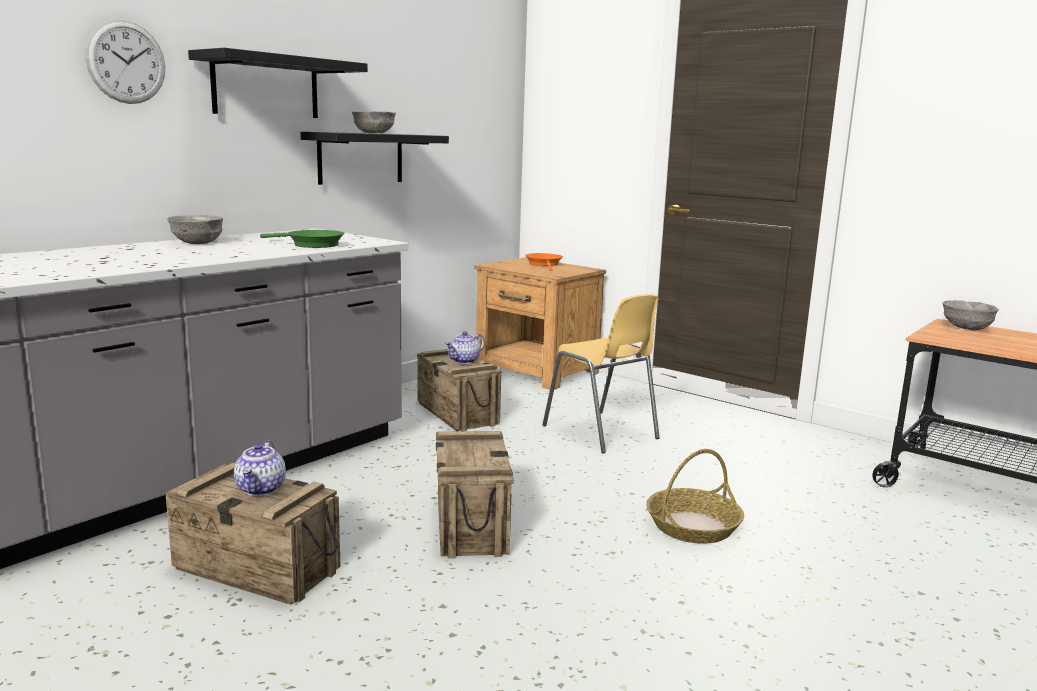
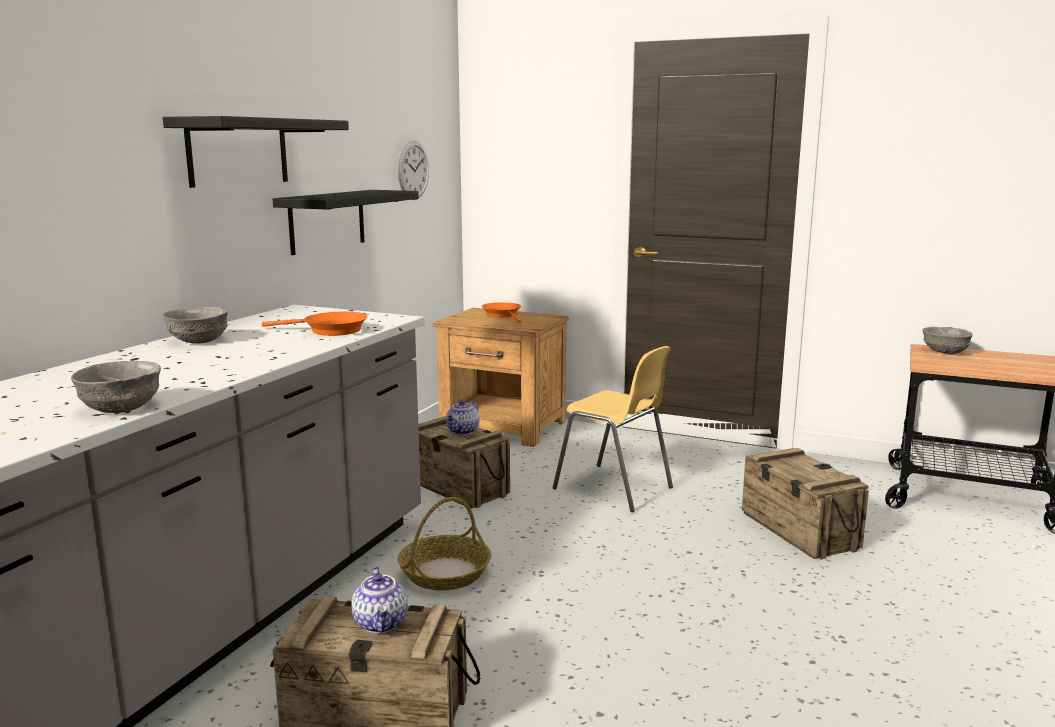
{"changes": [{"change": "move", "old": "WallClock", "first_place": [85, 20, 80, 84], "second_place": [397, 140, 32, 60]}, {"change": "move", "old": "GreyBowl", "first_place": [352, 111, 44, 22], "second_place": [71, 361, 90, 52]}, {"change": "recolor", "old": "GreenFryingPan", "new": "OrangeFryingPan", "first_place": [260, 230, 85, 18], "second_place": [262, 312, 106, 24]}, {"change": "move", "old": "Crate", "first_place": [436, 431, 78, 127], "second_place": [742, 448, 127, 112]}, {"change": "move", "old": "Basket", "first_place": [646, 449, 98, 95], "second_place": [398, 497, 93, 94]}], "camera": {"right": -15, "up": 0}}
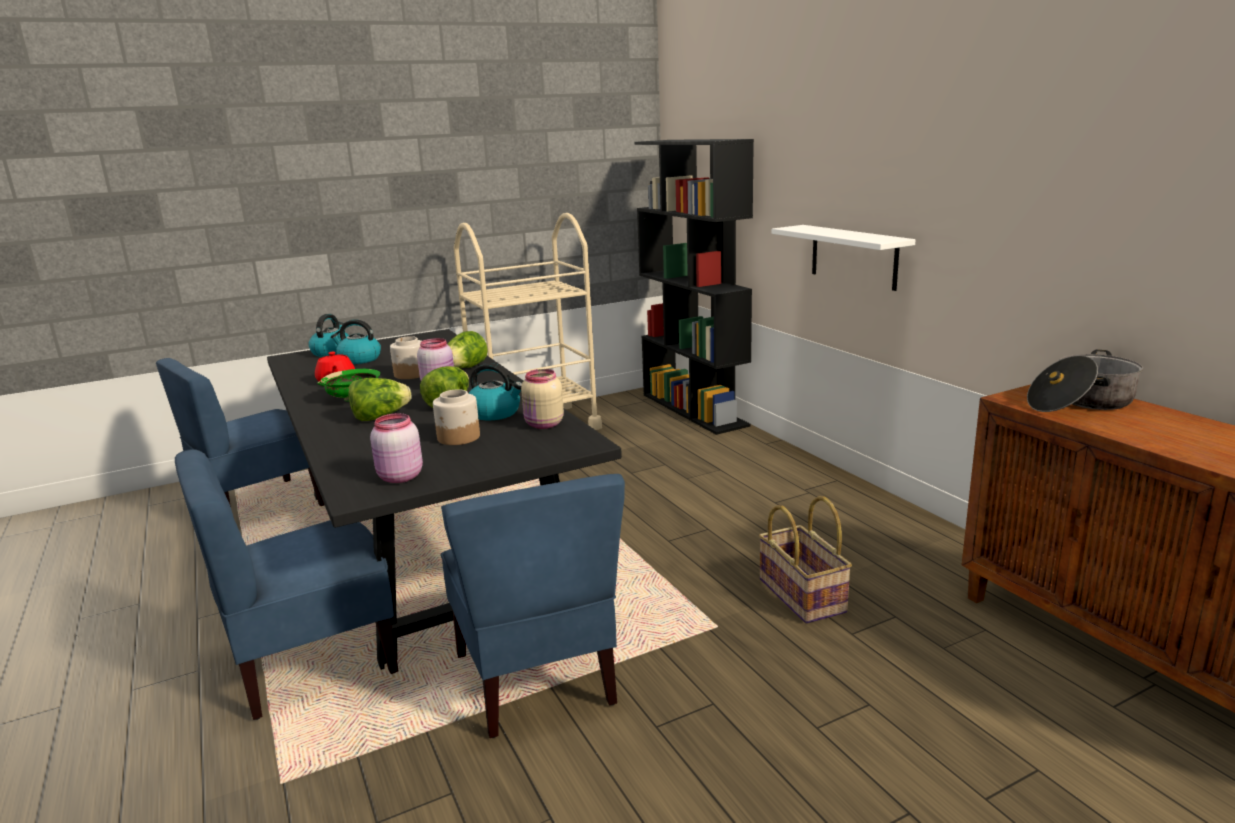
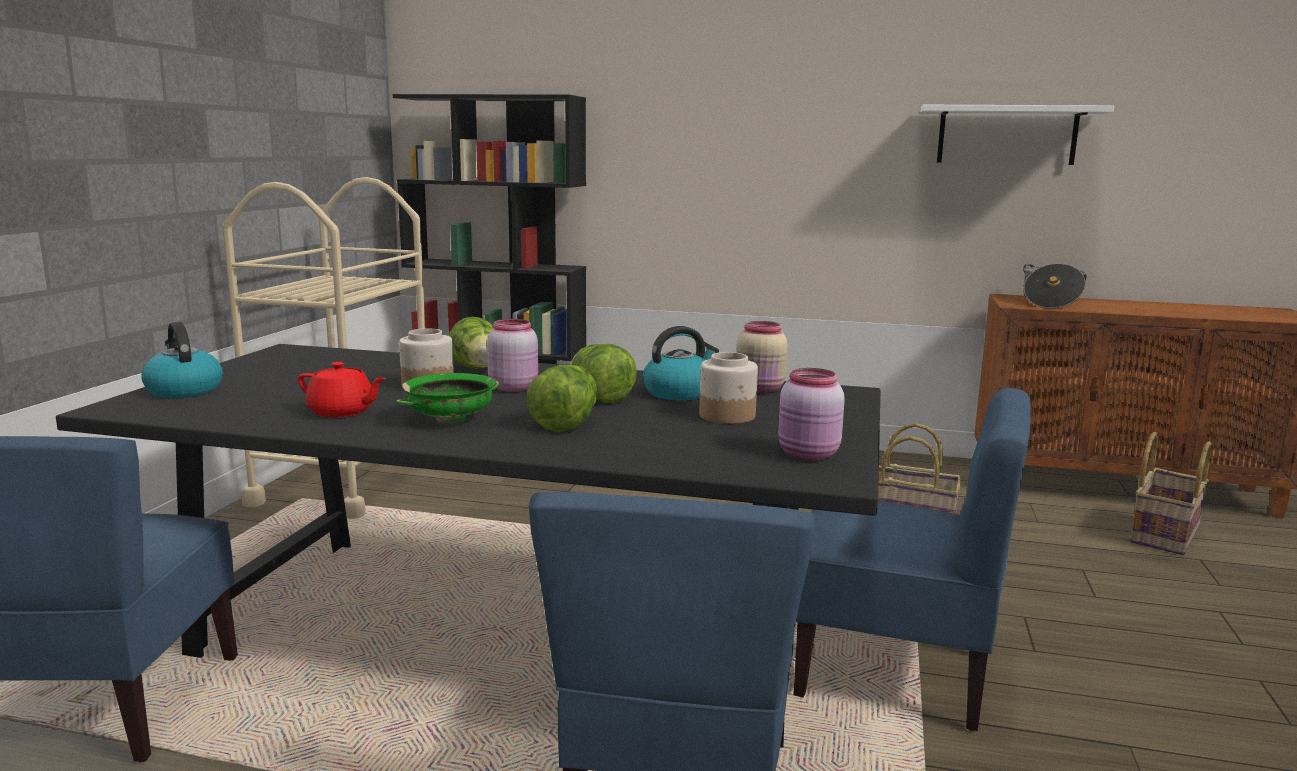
{"changes": [{"change": "move", "old": "WhiteShelf", "first_place": [772, 225, 143, 66], "second_place": [920, 105, 194, 60]}, {"change": "delete", "old": "Kettle", "first_place": [331, 319, 50, 45]}, {"change": "insert", "new": "Basket", "second_place": [1130, 432, 81, 123]}], "camera": {"right": -50, "up": -5}}
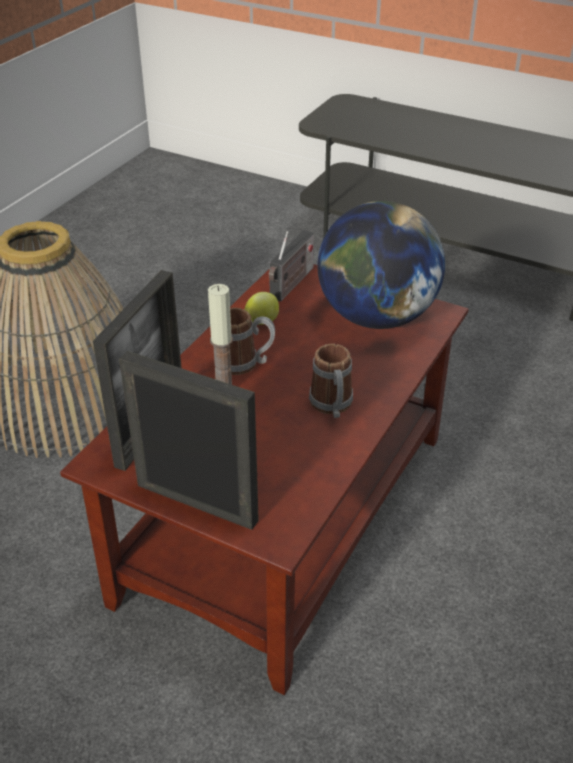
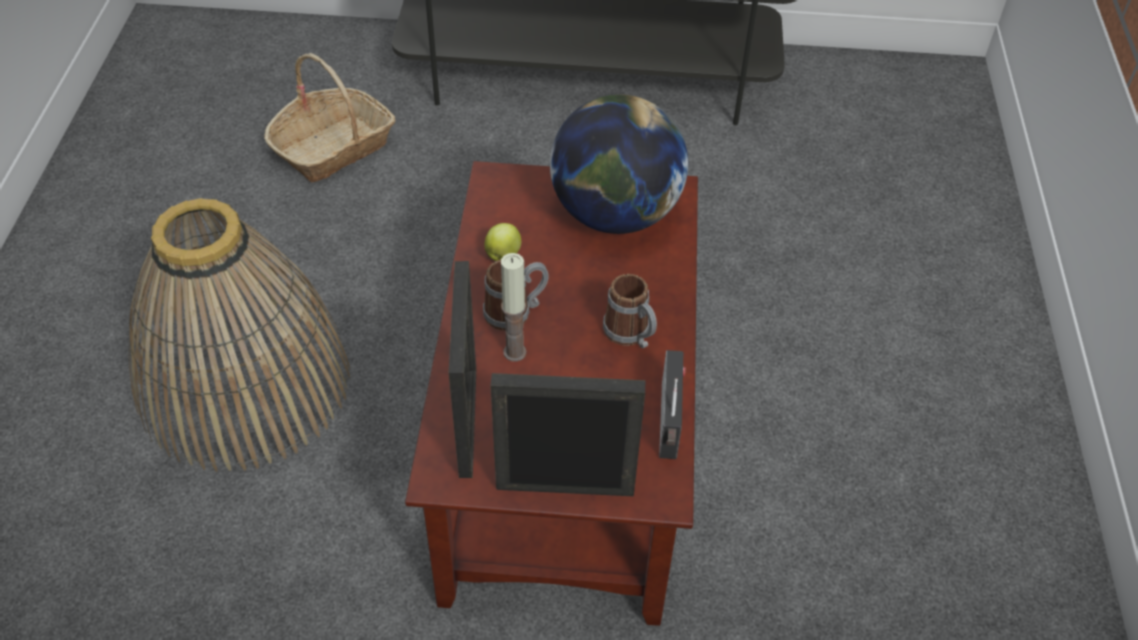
{"changes": [{"change": "move", "old": "Radio", "first_place": [269, 230, 45, 71], "second_place": [659, 350, 26, 109]}, {"change": "insert", "new": "Basket", "second_place": [264, 53, 132, 129]}], "camera": {"right": -25, "up": 10}}
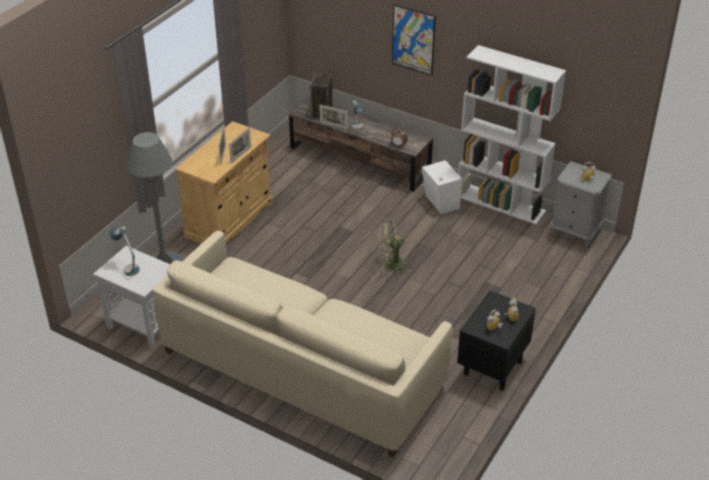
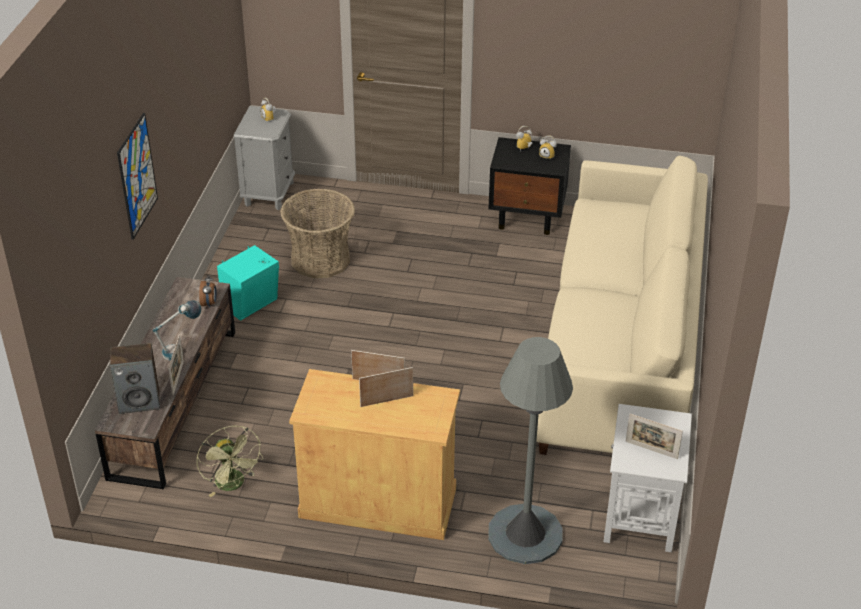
{"changes": [{"change": "delete", "old": "WhiteBookcase", "first_place": [458, 45, 108, 180]}, {"change": "recolor", "old": "WhiteSpeaker", "new": "TurquoiseSpeaker", "first_place": [422, 160, 40, 54], "second_place": [217, 245, 62, 76]}, {"change": "move", "old": "GreenFan", "first_place": [377, 220, 34, 55], "second_place": [197, 426, 66, 71]}, {"change": "replace", "old": "TableLamp", "new": "PictureFrame", "first_place": [109, 226, 31, 50], "second_place": [626, 413, 57, 46]}, {"change": "insert", "new": "Basket", "second_place": [280, 189, 75, 89]}], "camera": {"right": -110, "up": 0}}
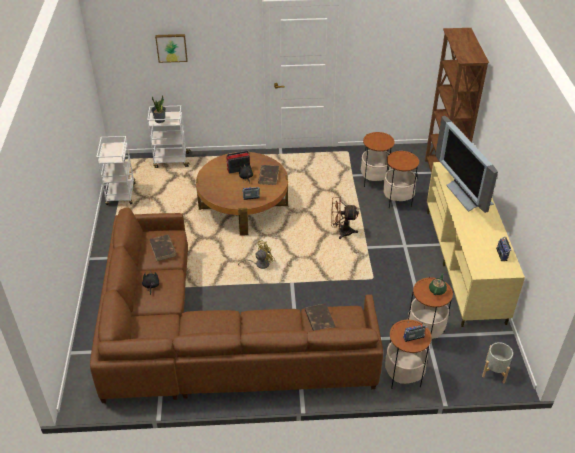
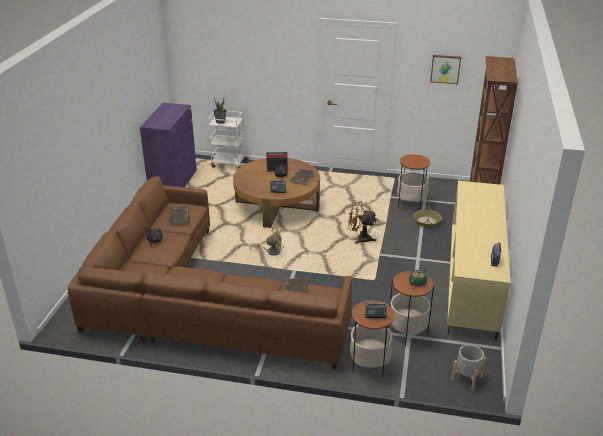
{"changes": [{"change": "move", "old": "Picture", "first_place": [155, 34, 33, 29], "second_place": [430, 55, 31, 29]}, {"change": "delete", "old": "Television", "first_place": [435, 116, 63, 97]}, {"change": "replace", "old": "WhiteCart", "new": "PurpleCabinet", "first_place": [96, 136, 40, 69], "second_place": [140, 103, 57, 84]}, {"change": "replace", "old": "SideTable", "new": "Basket", "first_place": [383, 151, 36, 57], "second_place": [414, 200, 28, 27]}], "camera": {"right": 15, "up": -10}}
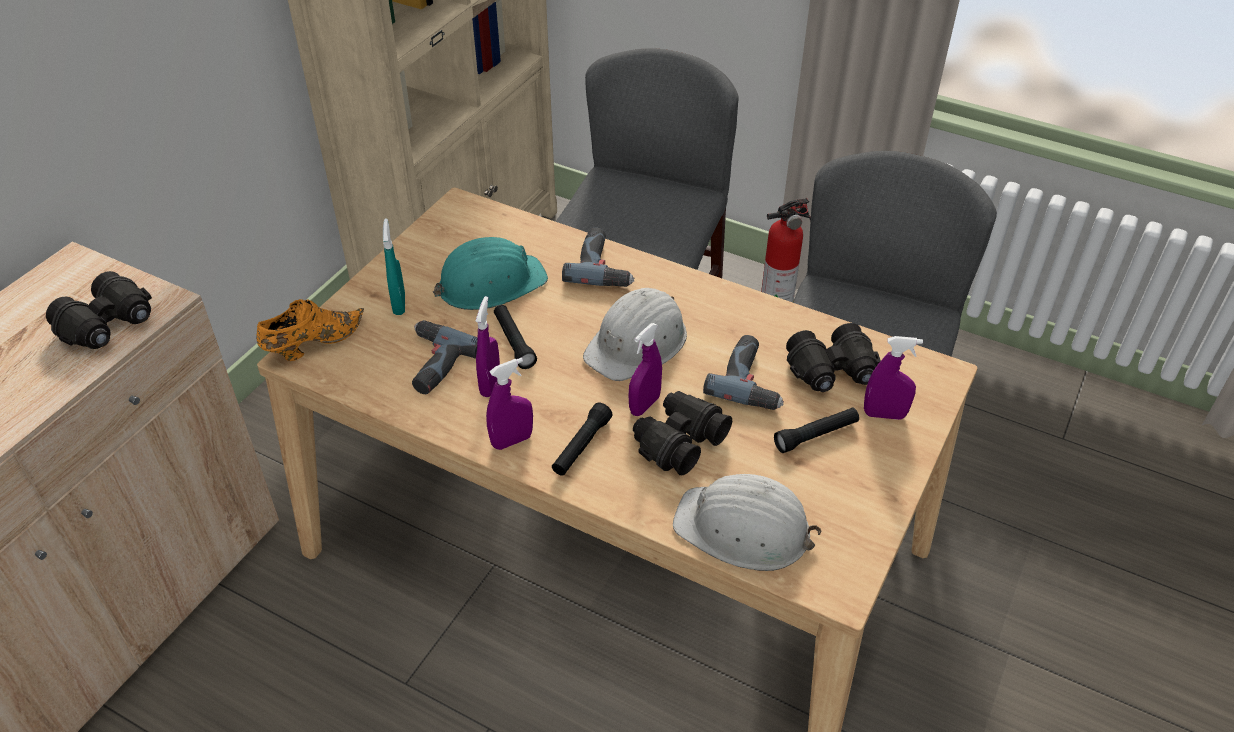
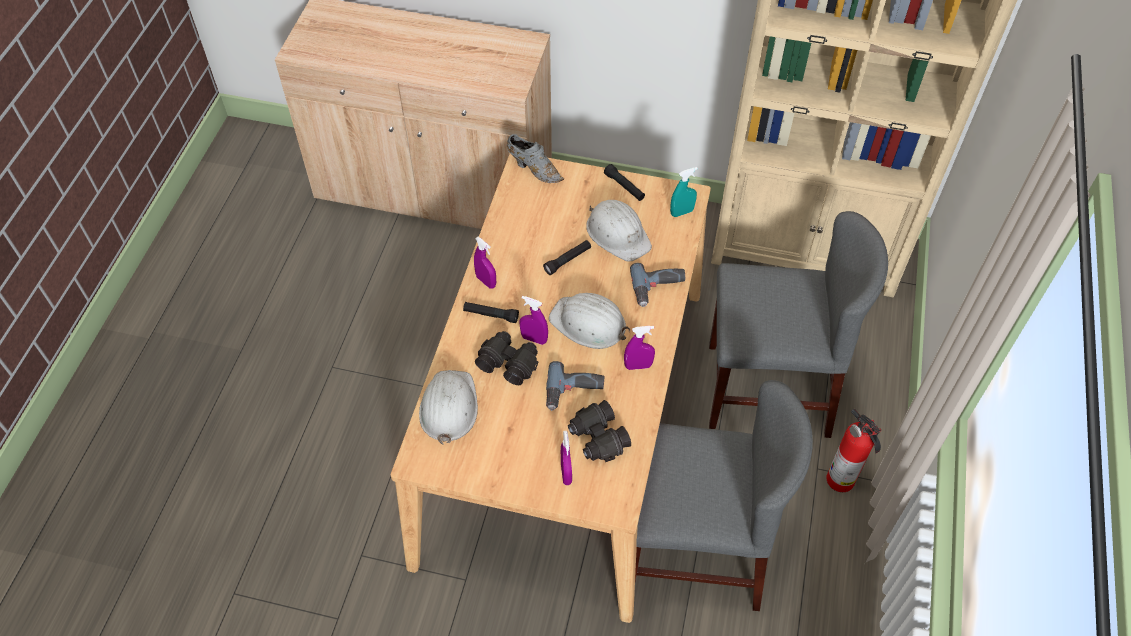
{"changes": [{"change": "move", "old": "TurquoiseSprayBottle", "first_place": [383, 218, 22, 97], "second_place": [670, 167, 28, 50]}, {"change": "recolor", "old": "TurquoiseHardHat", "new": "WhiteHardHat", "first_place": [433, 237, 115, 73], "second_place": [586, 200, 66, 61]}, {"change": "delete", "old": "BlackBinoculars", "first_place": [46, 271, 106, 78]}, {"change": "move", "old": "PurpleSprayBottle", "first_place": [476, 296, 24, 101], "second_place": [624, 326, 31, 44]}, {"change": "recolor", "old": "OrangeShoe", "new": "GreyShoe", "first_place": [256, 299, 108, 62], "second_place": [507, 134, 57, 49]}, {"change": "delete", "old": "PowerDrill", "first_place": [412, 320, 66, 74]}, {"change": "move", "old": "BlackFlashlight", "first_place": [774, 407, 85, 46], "second_place": [604, 164, 41, 37]}], "camera": {"right": 75, "up": 10}}
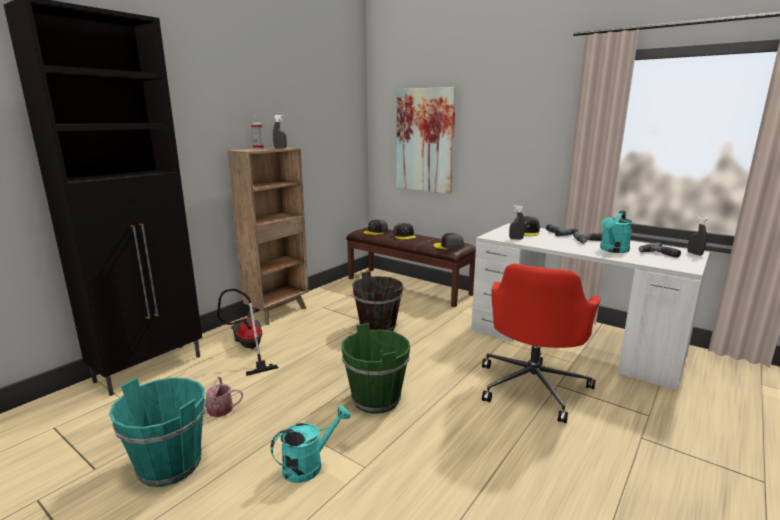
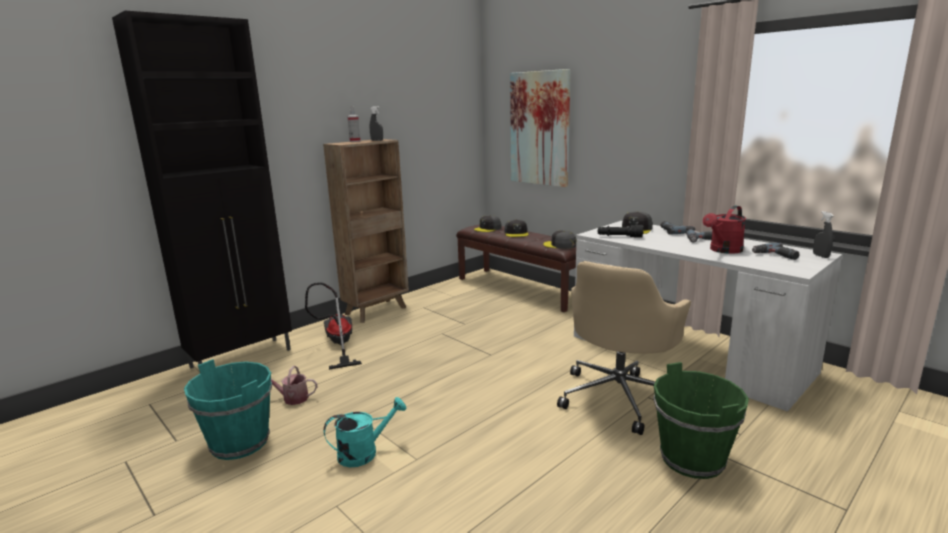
{"changes": [{"change": "replace", "old": "GreySprayBottle", "new": "BlackFlashlight", "first_place": [509, 205, 16, 35], "second_place": [598, 225, 45, 13]}, {"change": "recolor", "old": "TurquoiseWateringCan", "new": "RedWateringCan", "first_place": [600, 210, 33, 43], "second_place": [703, 206, 43, 48]}, {"change": "recolor", "old": "RedOfficeChair", "new": "BeigeOfficeChair", "first_place": [482, 264, 119, 159], "second_place": [557, 261, 134, 174]}, {"change": "delete", "old": "BrownBucket", "first_place": [352, 271, 51, 60]}, {"change": "move", "old": "GreenBucket", "first_place": [341, 323, 69, 91], "second_place": [653, 362, 96, 117]}], "camera": {"right": 10, "up": 0}}
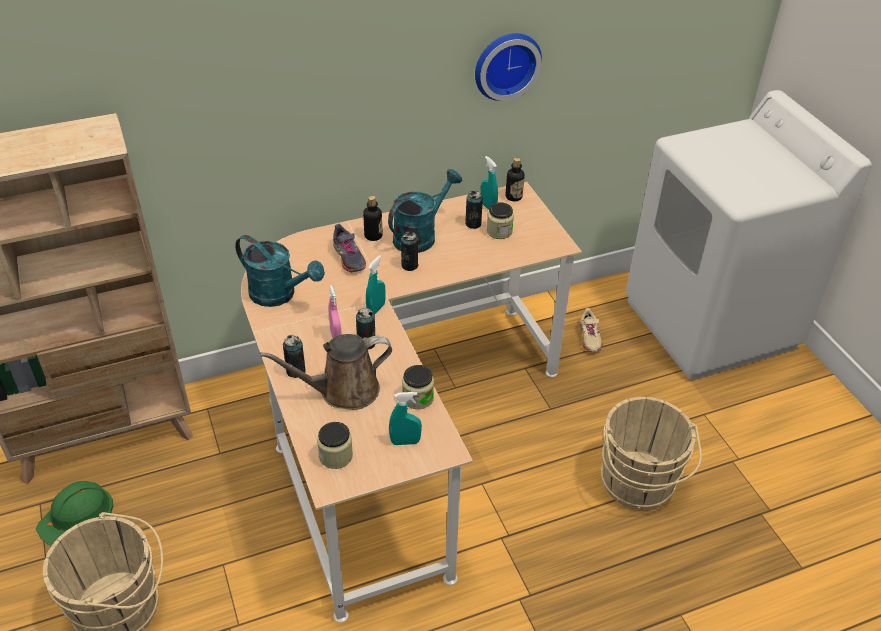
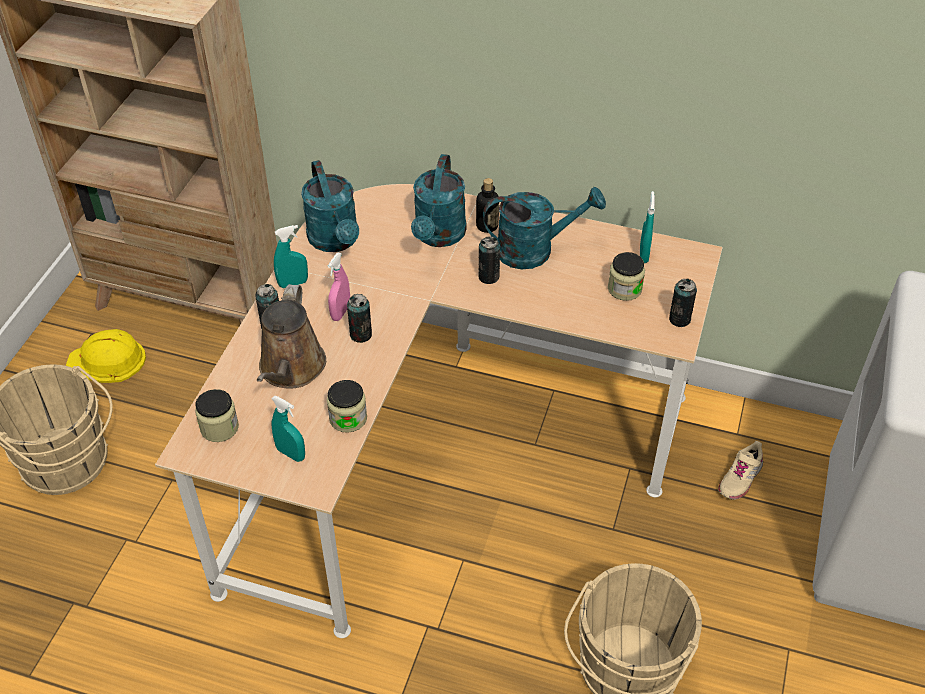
{"changes": [{"change": "delete", "old": "WallClock", "first_place": [475, 33, 67, 68]}, {"change": "delete", "old": "Bottle", "first_place": [505, 158, 20, 43]}, {"change": "move", "old": "Can", "first_place": [465, 191, 18, 38], "second_place": [669, 279, 28, 48]}, {"change": "replace", "old": "GreyShoe", "new": "TurquoiseWateringCan", "first_place": [333, 224, 33, 48], "second_place": [411, 154, 56, 93]}, {"change": "move", "old": "TurquoiseSprayBottle", "first_place": [366, 255, 20, 60], "second_place": [274, 225, 34, 63]}, {"change": "rotate", "old": "BrownWateringCan", "first_place": [260, 334, 132, 76], "second_place": [257, 284, 69, 105], "degrees": -105}, {"change": "recolor", "old": "GreenHardHat", "new": "YellowHardHat", "first_place": [36, 481, 77, 65], "second_place": [66, 329, 80, 54]}], "camera": {"right": 40, "up": 5}}
